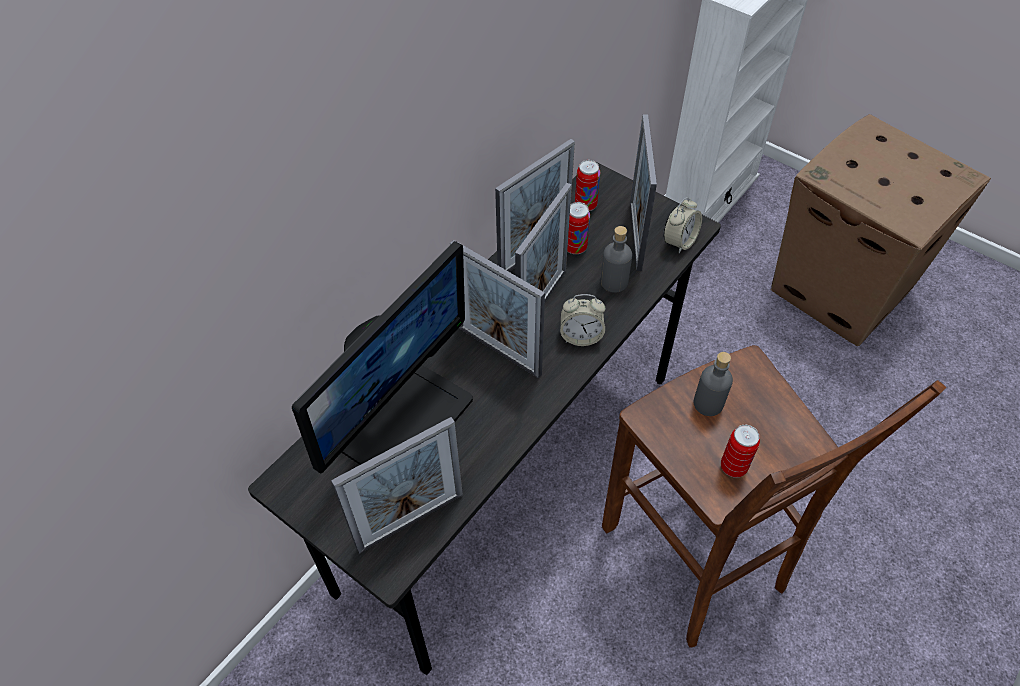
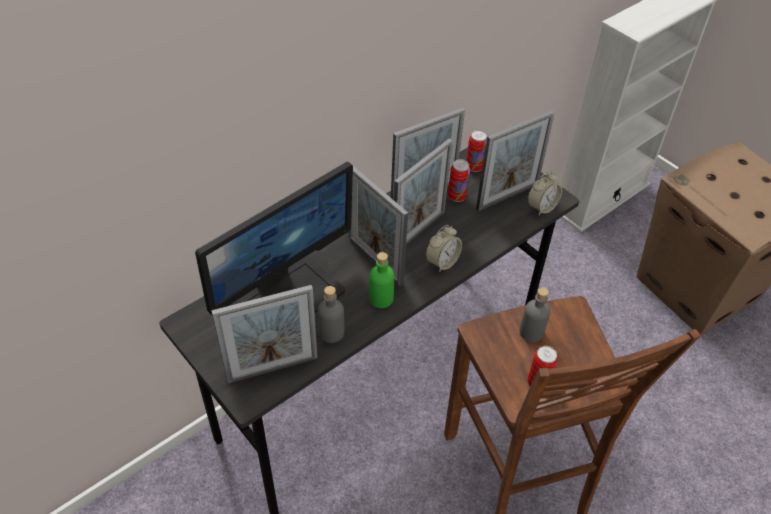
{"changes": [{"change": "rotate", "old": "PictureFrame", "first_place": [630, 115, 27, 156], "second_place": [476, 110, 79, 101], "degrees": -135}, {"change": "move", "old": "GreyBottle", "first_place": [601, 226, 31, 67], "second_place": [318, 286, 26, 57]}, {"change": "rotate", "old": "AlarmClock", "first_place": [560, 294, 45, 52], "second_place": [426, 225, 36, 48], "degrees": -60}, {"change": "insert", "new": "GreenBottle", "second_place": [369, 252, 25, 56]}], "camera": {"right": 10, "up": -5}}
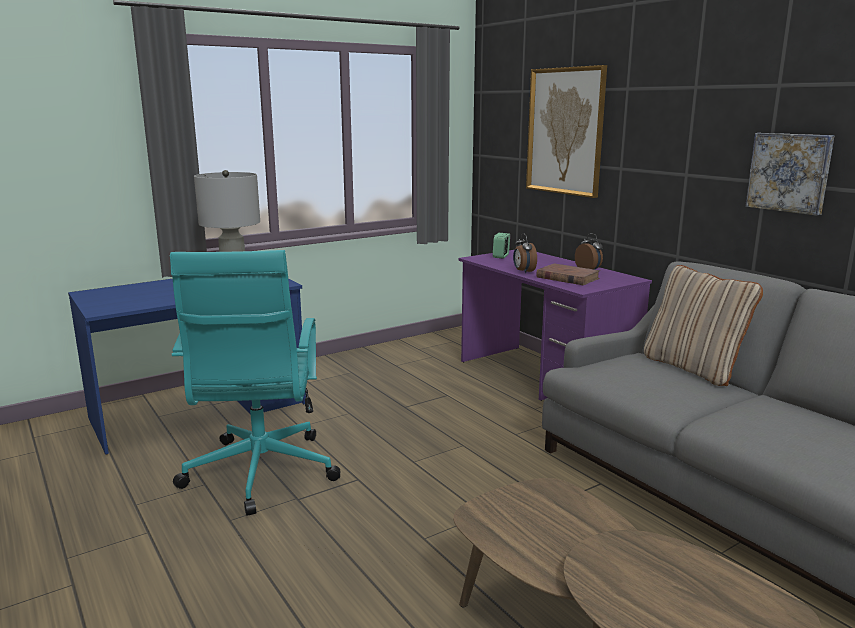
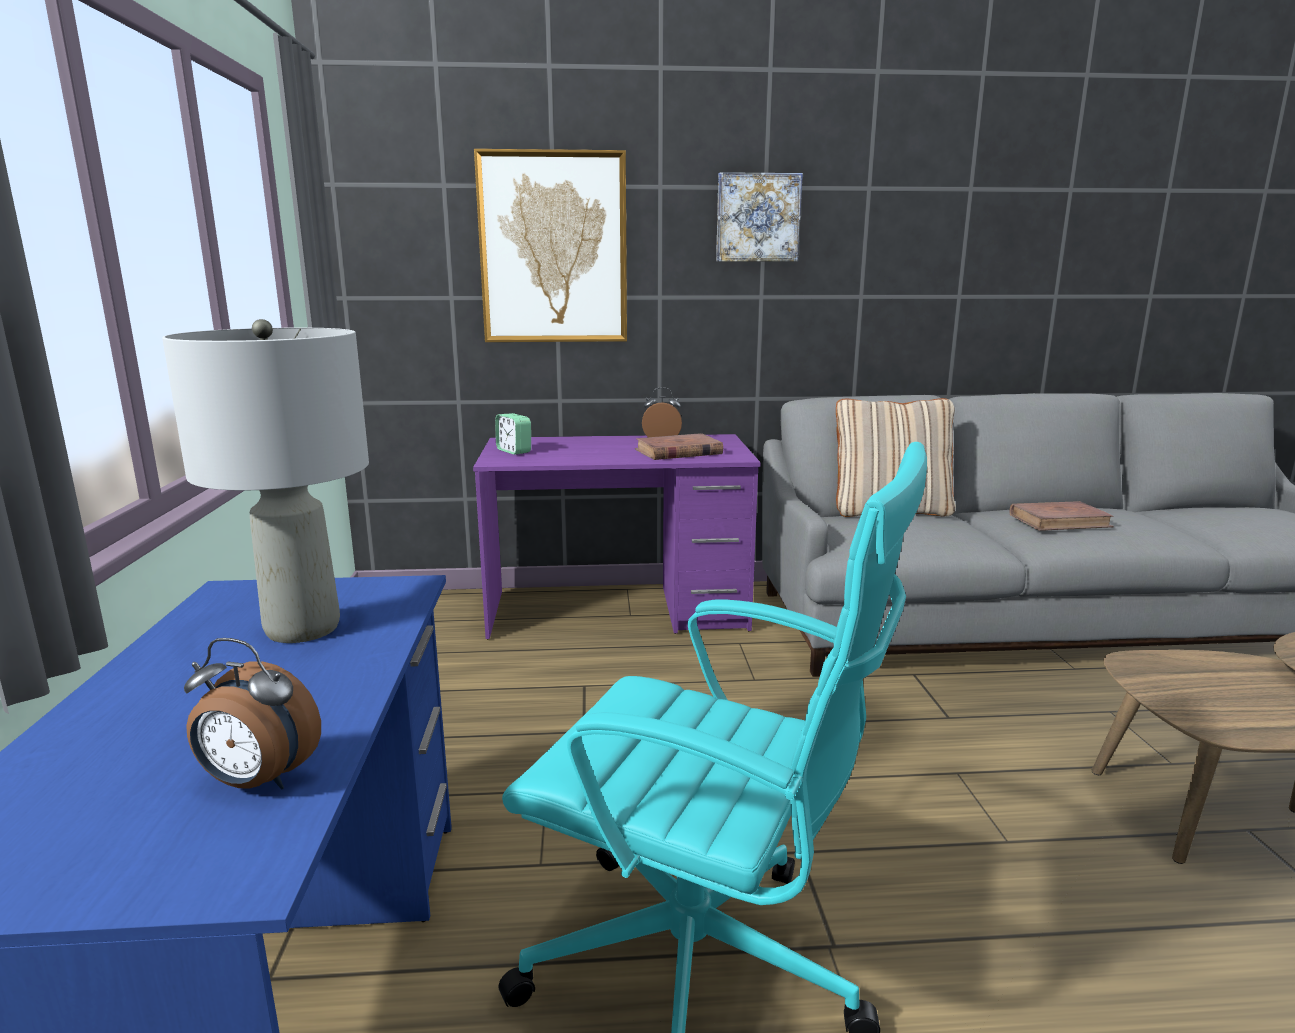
{"changes": [{"change": "move", "old": "Picture", "first_place": [745, 133, 90, 82], "second_place": [716, 172, 87, 90]}, {"change": "move", "old": "AlarmClock", "first_place": [513, 233, 24, 40], "second_place": [184, 638, 137, 152]}, {"change": "insert", "new": "BrownBook", "second_place": [1010, 501, 104, 30]}], "camera": {"right": -60, "up": 0}}
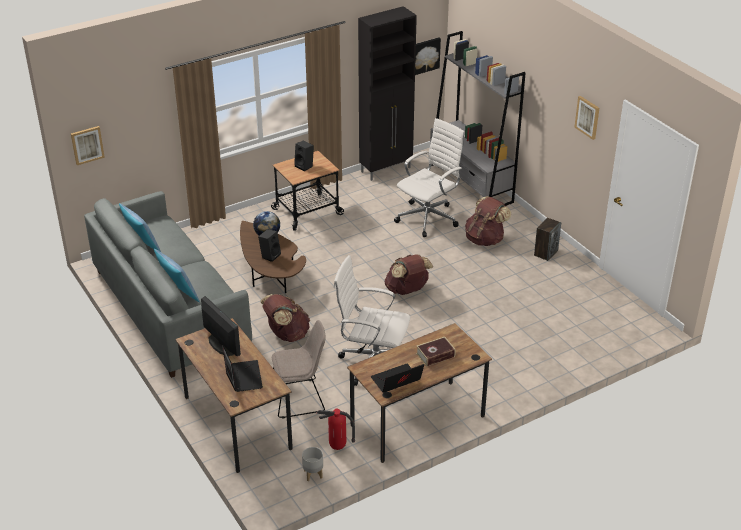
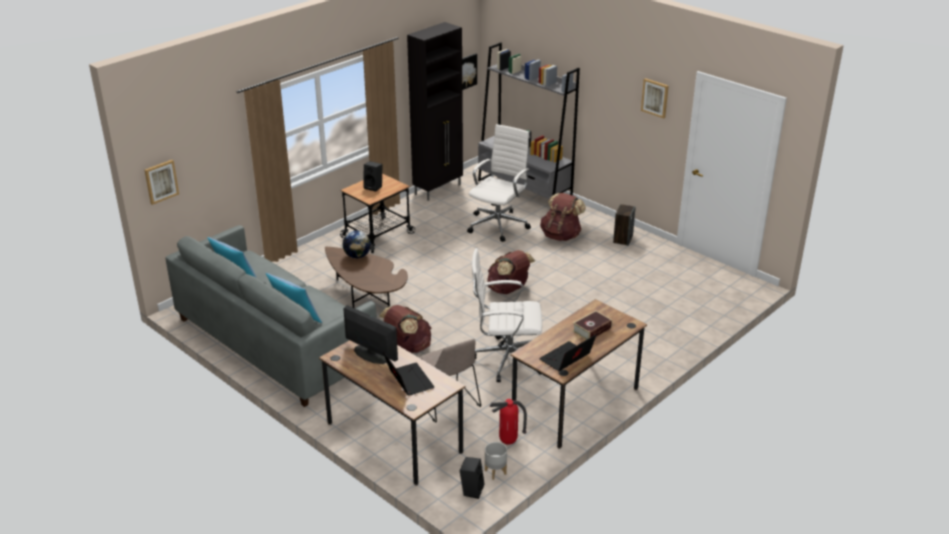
{"changes": [{"change": "move", "old": "BlackSpeaker", "first_place": [258, 229, 23, 33], "second_place": [460, 457, 25, 42]}, {"change": "rotate", "old": "BeigeChair", "first_place": [272, 320, 54, 99], "second_place": [419, 339, 62, 83], "degrees": 90}], "camera": {"right": -15, "up": -5}}
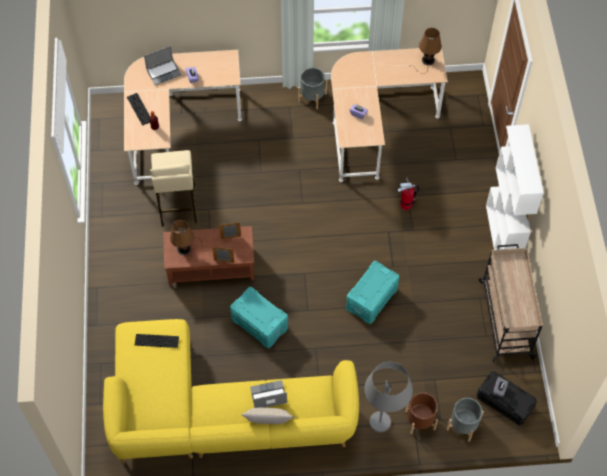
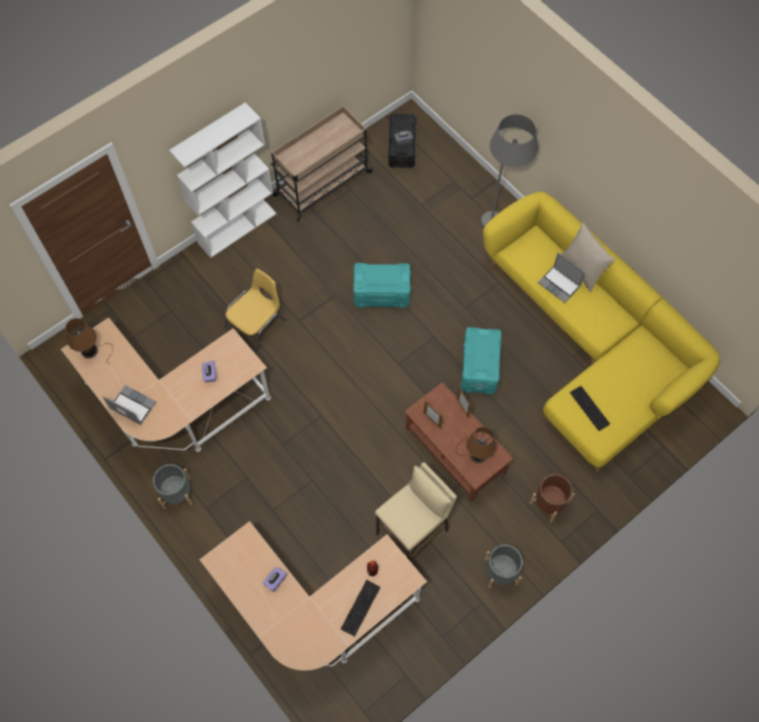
{"changes": [{"change": "move", "old": "Laptop", "first_place": [144, 46, 37, 39], "second_place": [102, 385, 54, 40]}, {"change": "replace", "old": "FireExtinguisher", "new": "YellowChair", "first_place": [398, 177, 22, 33], "second_place": [224, 269, 62, 83]}, {"change": "move", "old": "BrownPlanter", "first_place": [405, 393, 33, 41], "second_place": [530, 474, 45, 48]}, {"change": "move", "old": "GreyPlanter", "first_place": [447, 397, 37, 45], "second_place": [484, 545, 39, 43]}], "camera": {"right": -125, "up": 5}}
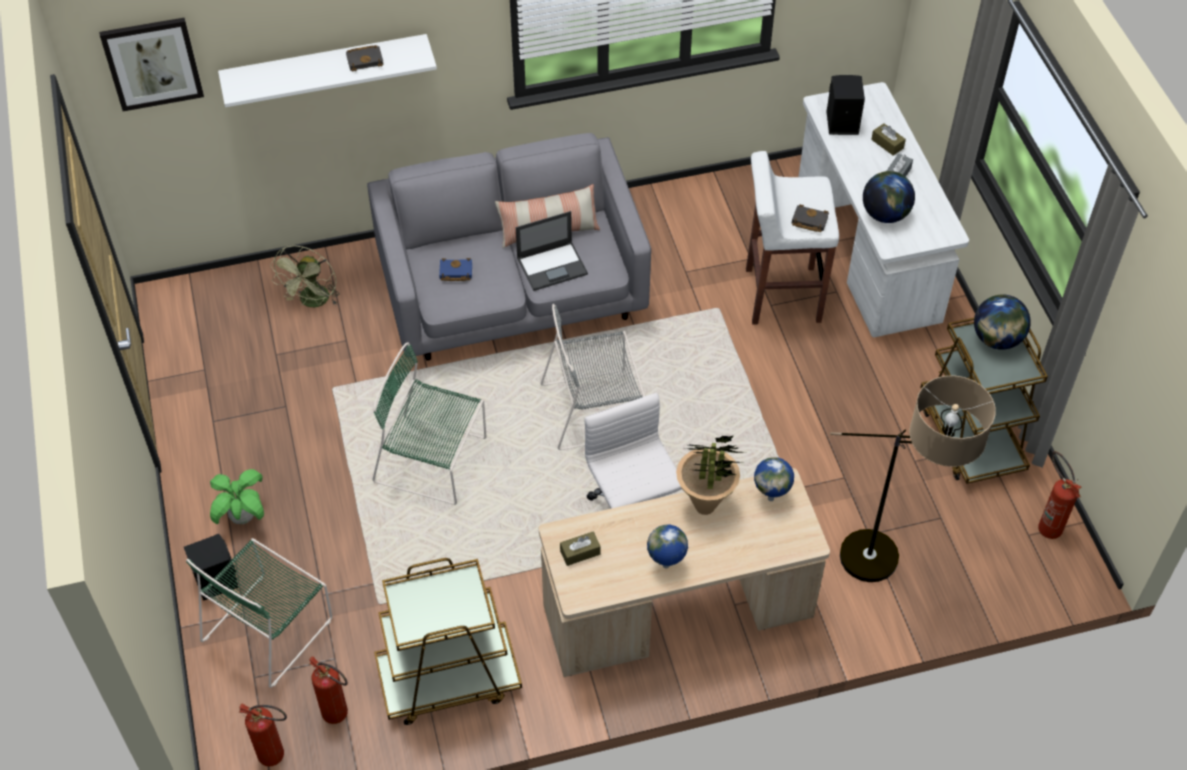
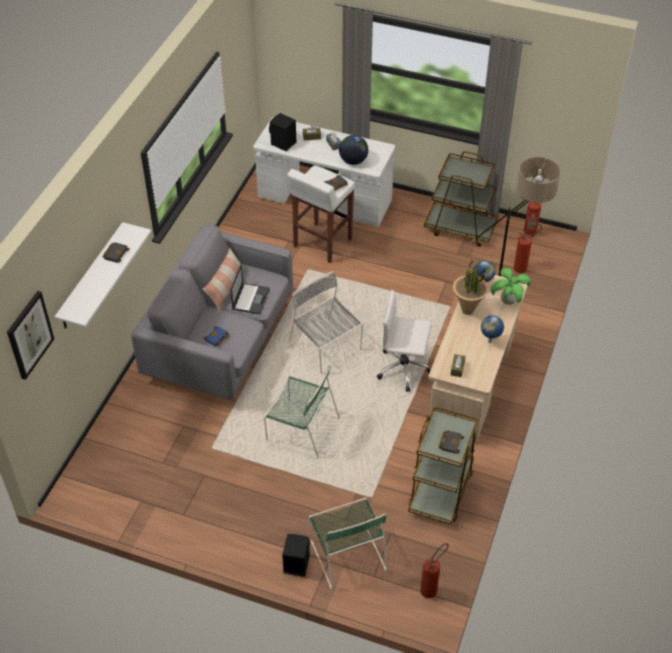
{"changes": [{"change": "delete", "old": "GreenFan", "first_place": [270, 246, 70, 61]}, {"change": "delete", "old": "Globe", "first_place": [974, 294, 57, 56]}, {"change": "rotate", "old": "GreyChair", "first_place": [541, 304, 104, 146], "second_place": [289, 271, 74, 102], "degrees": 120}, {"change": "rotate", "old": "GreenChair", "first_place": [372, 342, 115, 163], "second_place": [264, 364, 76, 95], "degrees": -120}, {"change": "move", "old": "PottedPlant", "first_place": [210, 469, 54, 55], "second_place": [491, 268, 40, 37]}, {"change": "move", "old": "FireExtinguisher", "first_place": [308, 656, 40, 68], "second_place": [514, 224, 28, 49]}, {"change": "insert", "new": "BlackBook", "second_place": [439, 430, 25, 24]}], "camera": {"right": -55, "up": -5}}
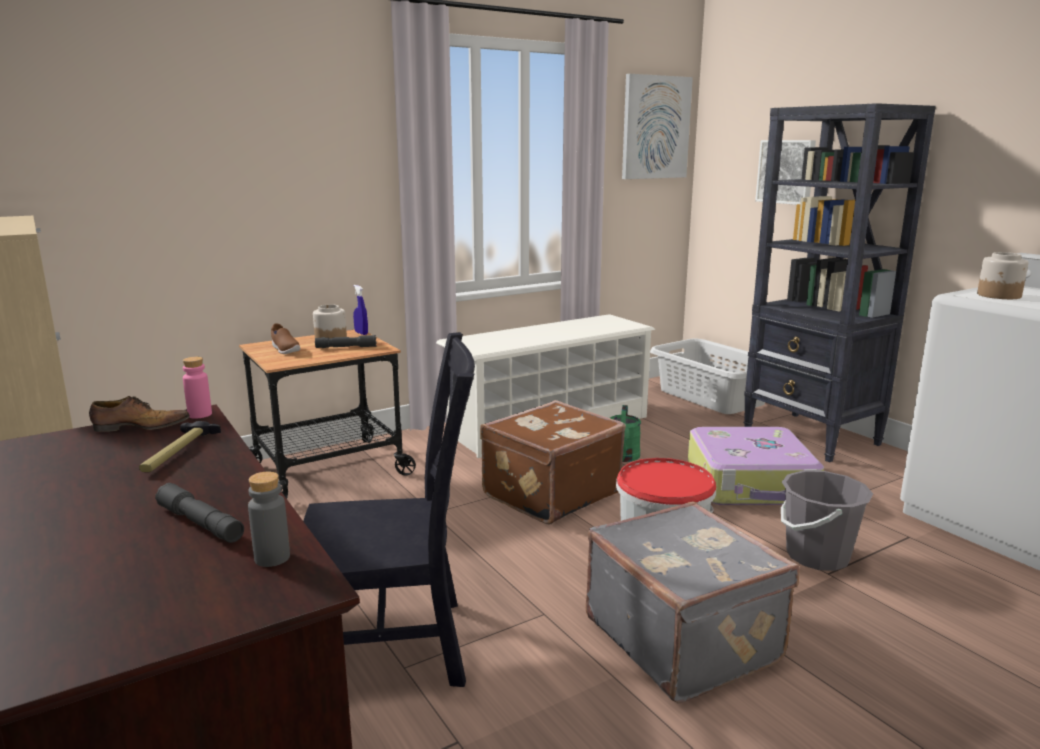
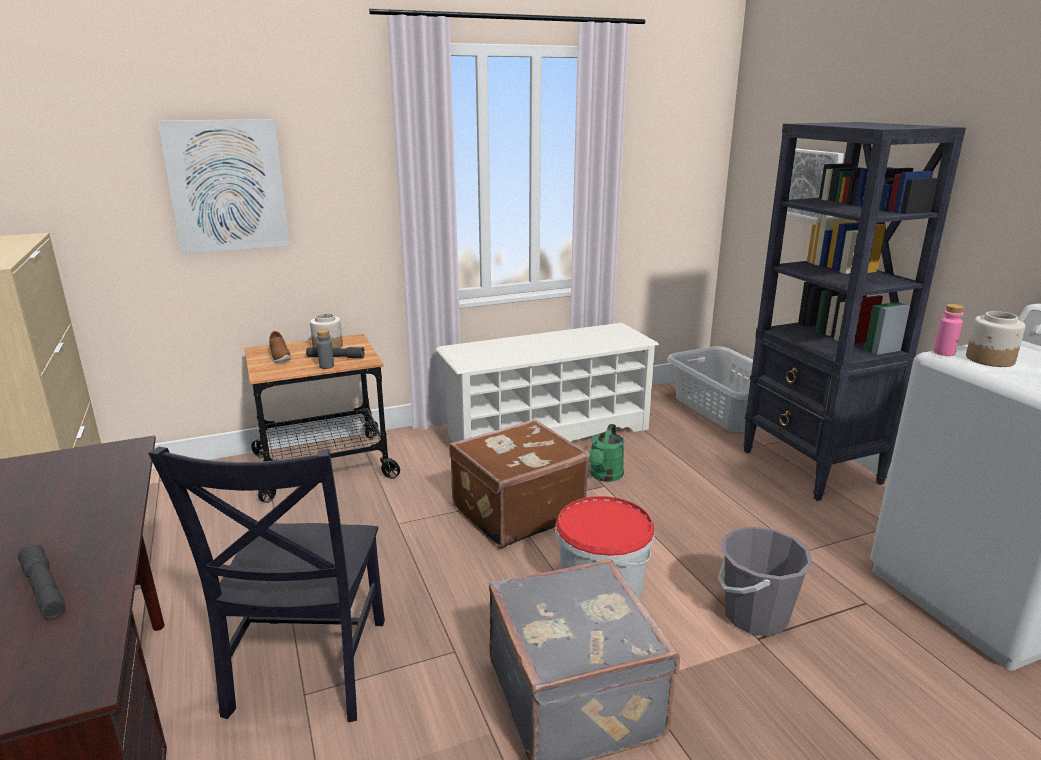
{"changes": [{"change": "move", "old": "Picture", "first_place": [622, 74, 71, 105], "second_place": [157, 119, 133, 135]}, {"change": "delete", "old": "BlueSprayBottle", "first_place": [353, 285, 15, 50]}, {"change": "rotate", "old": "BlackChair", "first_place": [303, 332, 172, 355], "second_place": [148, 447, 237, 275], "degrees": 90}, {"change": "move", "old": "PinkBottle", "first_place": [183, 357, 29, 62], "second_place": [934, 304, 30, 52]}, {"change": "delete", "old": "Shoe", "first_place": [89, 396, 101, 36]}, {"change": "delete", "old": "Hammer", "first_place": [139, 421, 82, 51]}, {"change": "delete", "old": "Suitcase", "first_place": [688, 427, 136, 78]}, {"change": "move", "old": "GreyBottle", "first_place": [248, 472, 42, 95], "second_place": [317, 329, 17, 40]}], "camera": {"right": 10, "up": 5}}
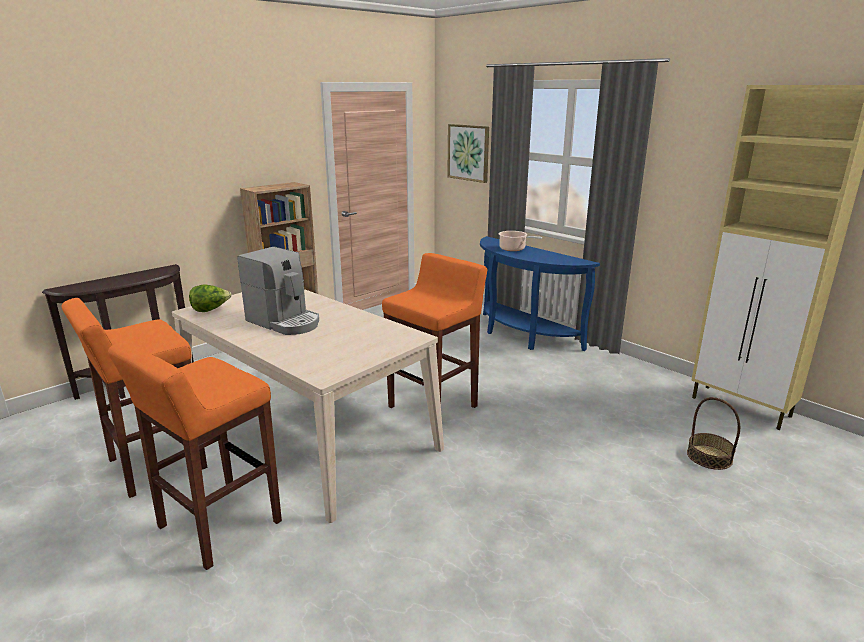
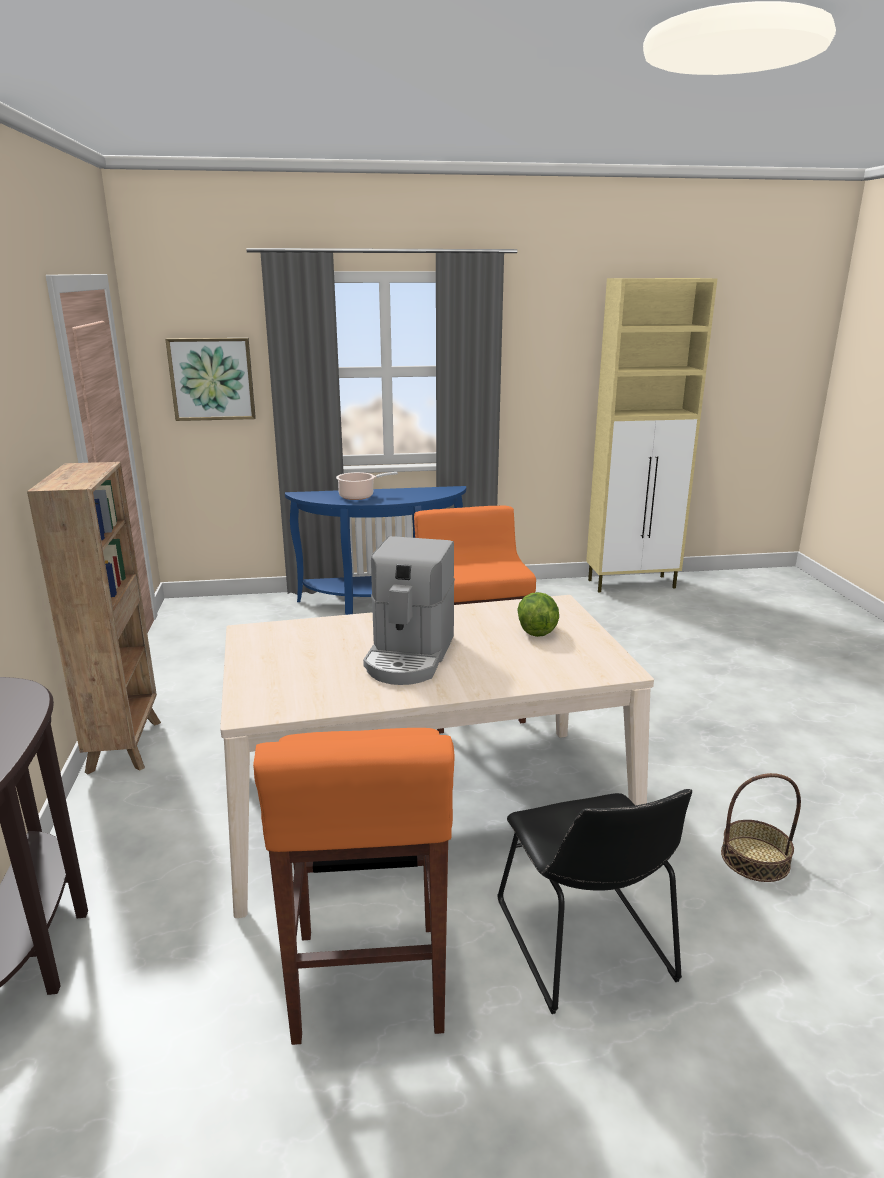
{"changes": [{"change": "rotate", "old": "CoffeeMachine", "first_place": [237, 247, 82, 88], "second_place": [363, 536, 92, 149], "degrees": 120}, {"change": "move", "old": "Lettuce", "first_place": [189, 285, 42, 27], "second_place": [517, 592, 42, 45]}, {"change": "replace", "old": "OrangeStool", "new": "BlackChair", "first_place": [108, 340, 174, 230], "second_place": [497, 789, 195, 225]}, {"change": "move", "old": "Basket", "first_place": [687, 397, 53, 73], "second_place": [721, 773, 80, 109]}], "camera": {"right": -55, "up": 0}}
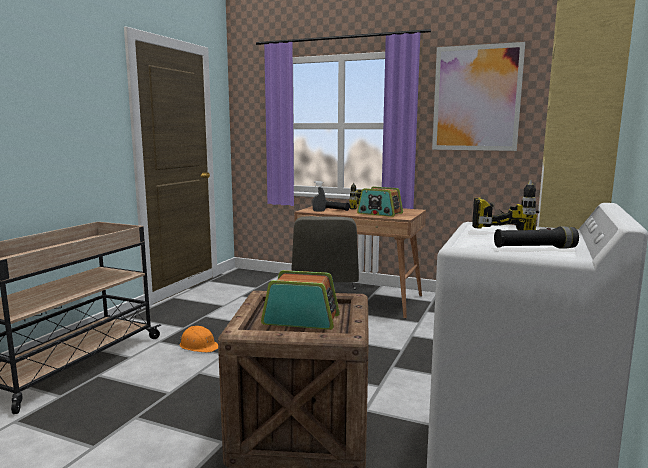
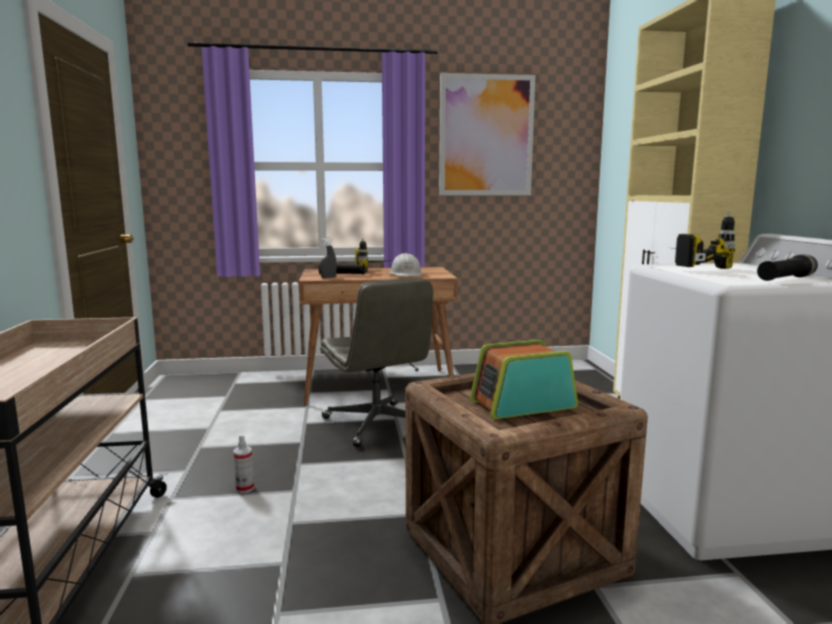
{"changes": [{"change": "replace", "old": "Radio", "new": "WhiteHardHat", "first_place": [357, 187, 46, 30], "second_place": [390, 253, 32, 24]}, {"change": "replace", "old": "OrangeHardHat", "new": "SprayBottle", "first_place": [180, 326, 38, 27], "second_place": [233, 434, 21, 59]}], "camera": {"right": -30, "up": 0}}
